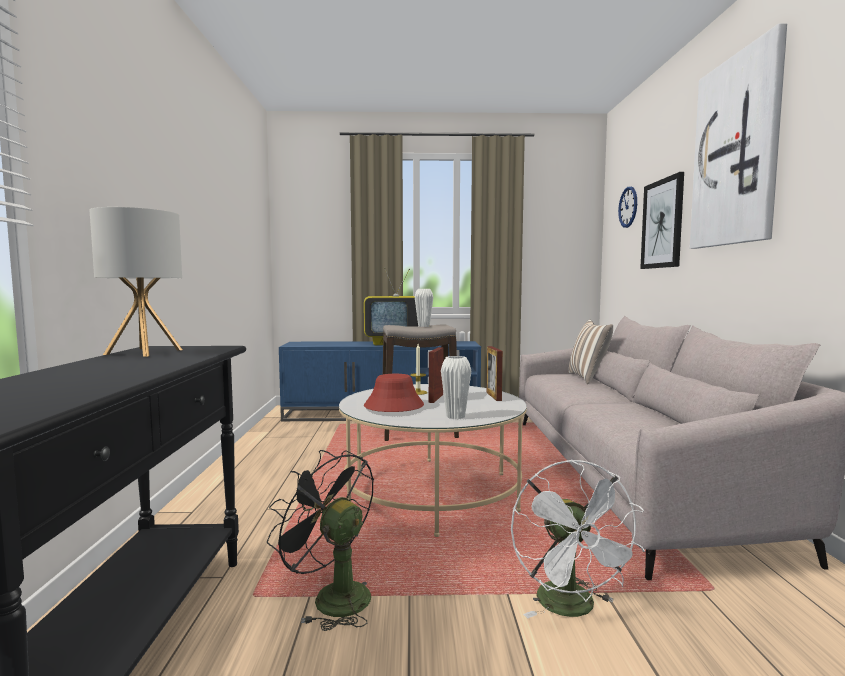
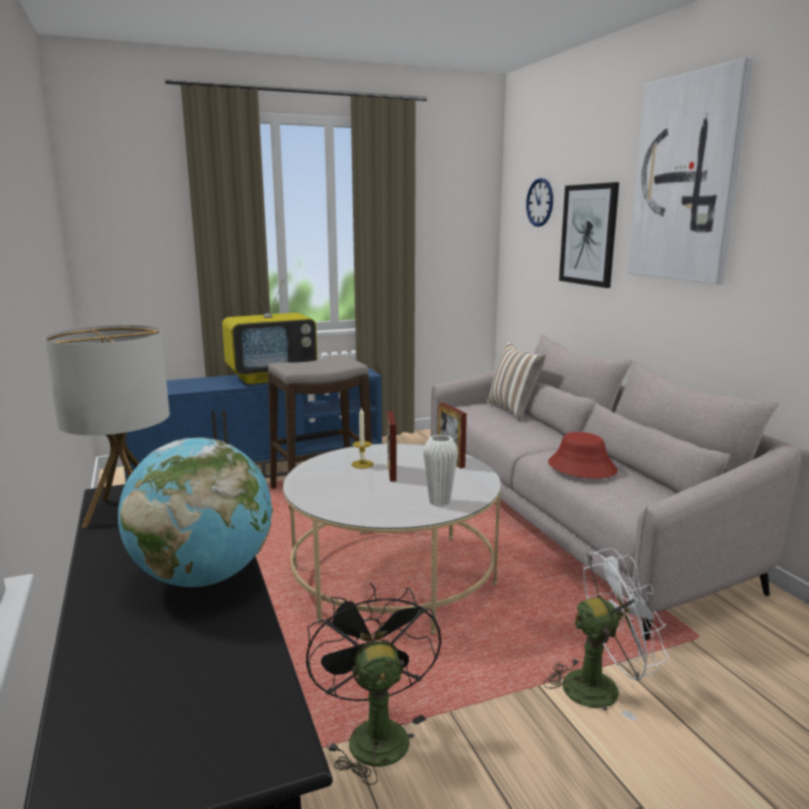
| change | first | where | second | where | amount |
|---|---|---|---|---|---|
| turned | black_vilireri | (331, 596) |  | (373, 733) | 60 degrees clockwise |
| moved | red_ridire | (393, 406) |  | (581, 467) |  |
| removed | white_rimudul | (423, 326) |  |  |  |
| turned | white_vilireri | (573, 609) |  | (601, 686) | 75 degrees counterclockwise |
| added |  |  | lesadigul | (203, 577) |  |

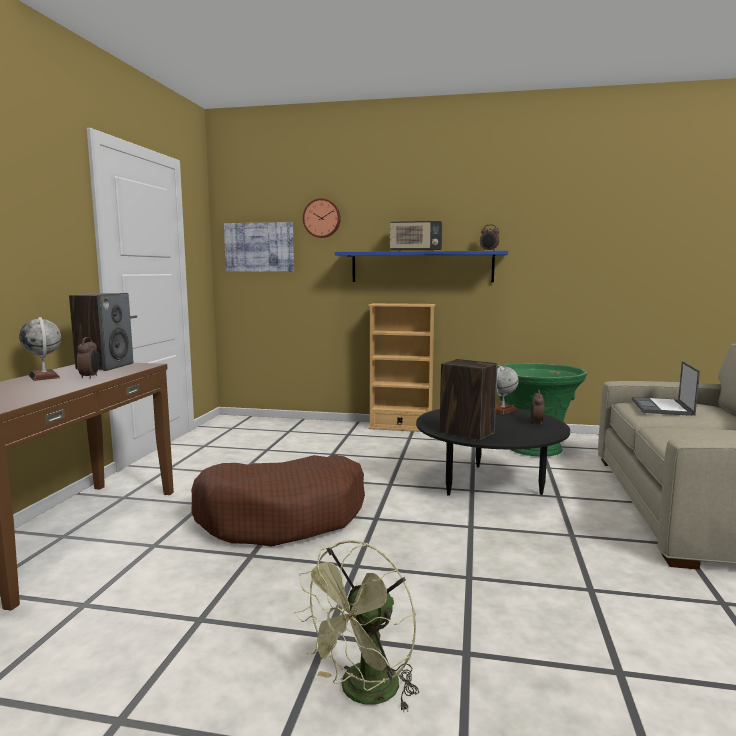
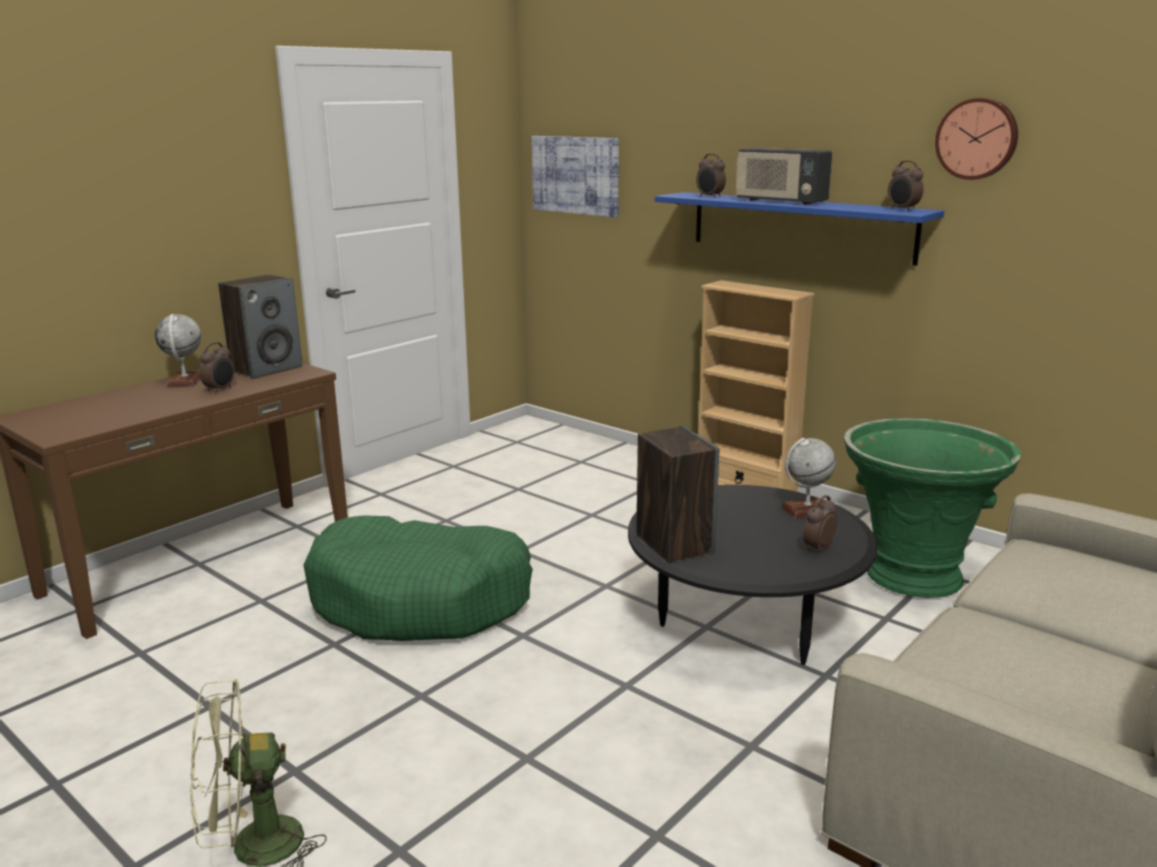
| change | first | where | second | where | amount |
|---|---|---|---|---|---|
| recoloured | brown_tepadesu | (282, 517) | green_tepadesu | (421, 601) |  |
| moved | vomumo | (322, 218) |  | (977, 138) |  |
| removed | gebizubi | (662, 407) |  |  |  |
| added |  |  | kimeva | (710, 197) |  |

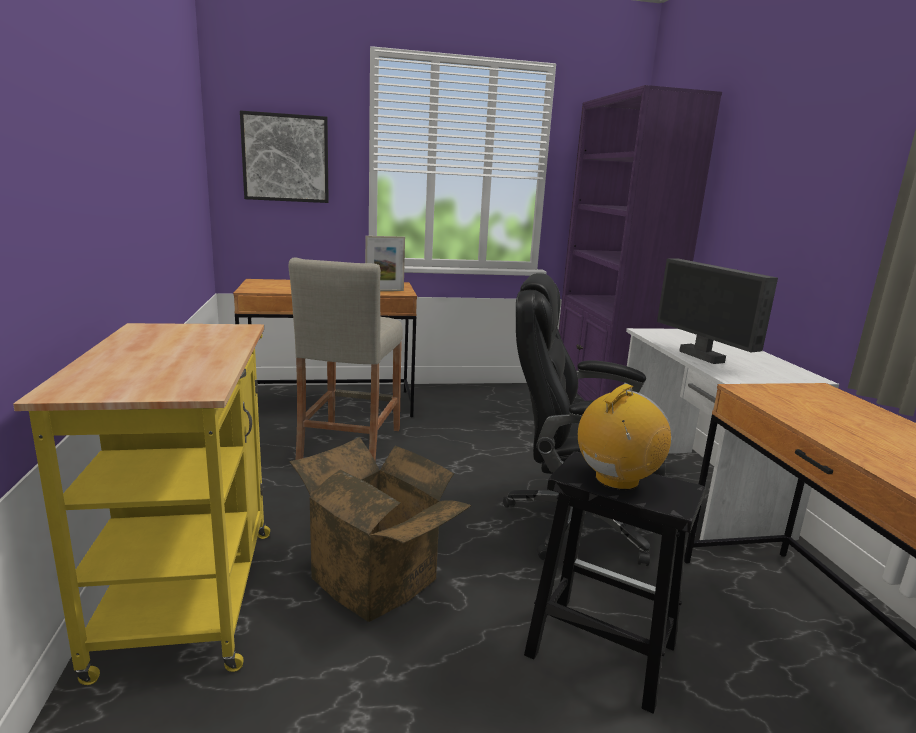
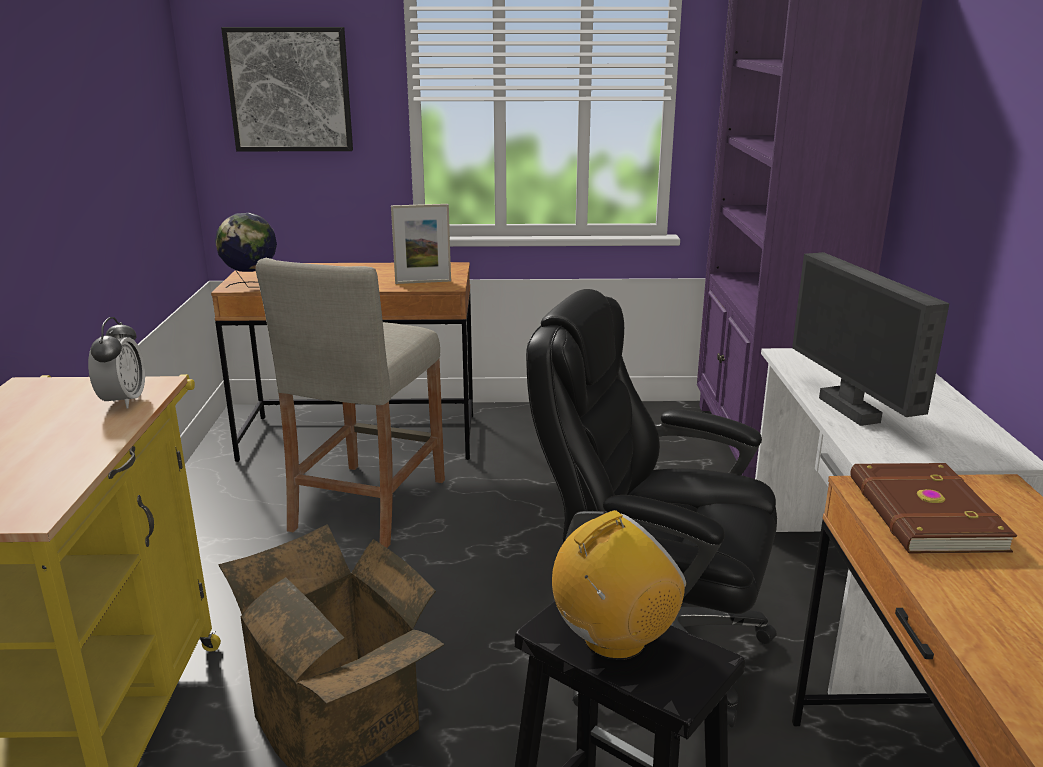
| change | first | where | second | where | amount |
|---|---|---|---|---|---|
| added |  |  | kimeva | (123, 401) |  |
| added |  |  | lesadigul | (251, 286) |  |
| added |  |  | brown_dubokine | (922, 514) |  |

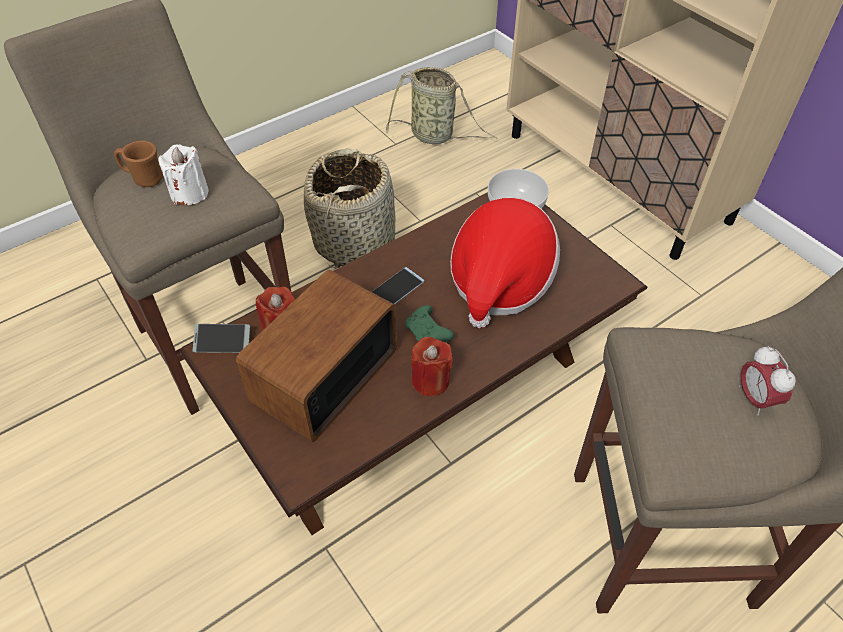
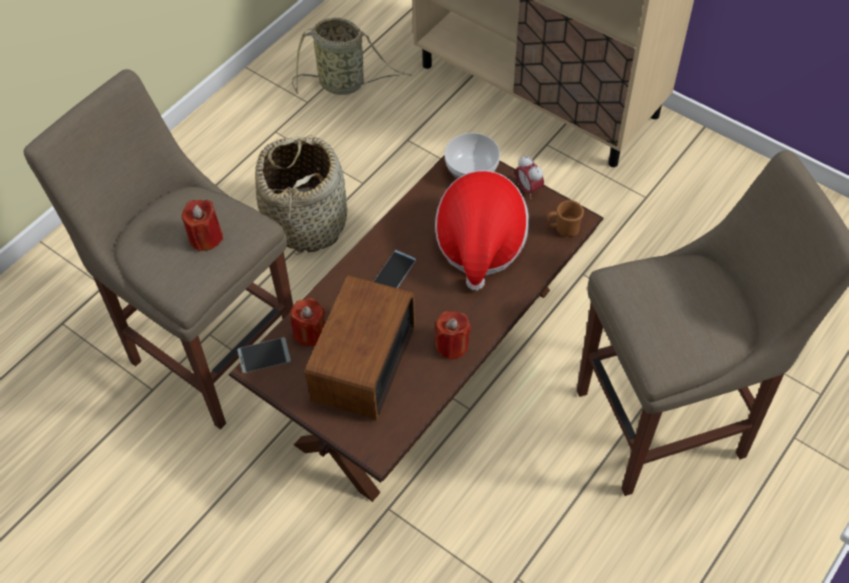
| change | first | where | second | where | amount |
|---|---|---|---|---|---|
| moved | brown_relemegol | (144, 178) |  | (563, 229) |  |
| recoloured | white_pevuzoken | (189, 193) | red_pevuzoken | (205, 237) |  |
| removed | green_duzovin | (428, 333) |  |  |  |
| moved | kimeva | (755, 399) |  | (528, 189) |  |

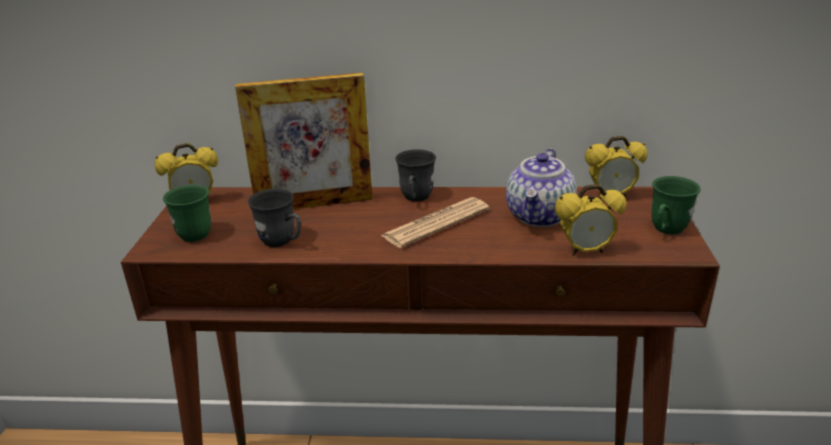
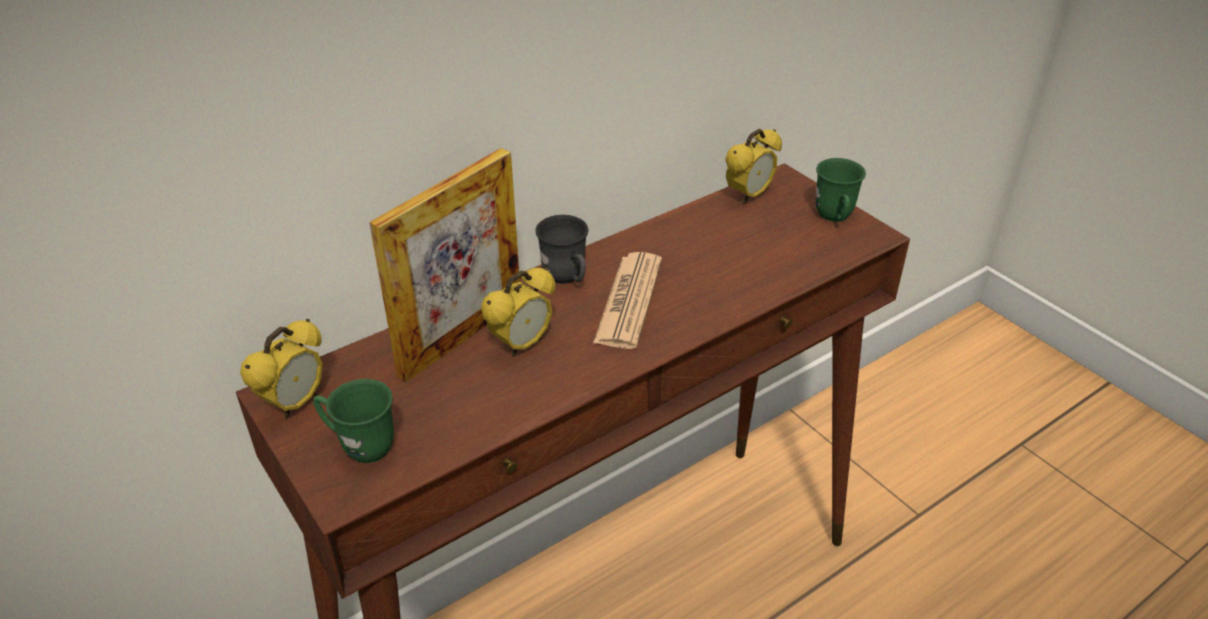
| change | first | where | second | where | amount |
|---|---|---|---|---|---|
| removed | grey_relemegol | (282, 242) |  |  |  |
| removed | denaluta | (540, 216) |  |  |  |
| moved | kimeva | (585, 251) |  | (522, 345) |  |

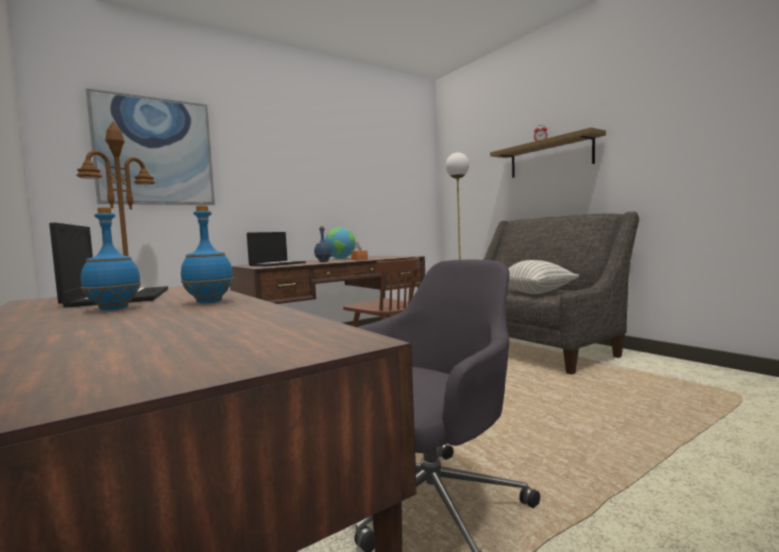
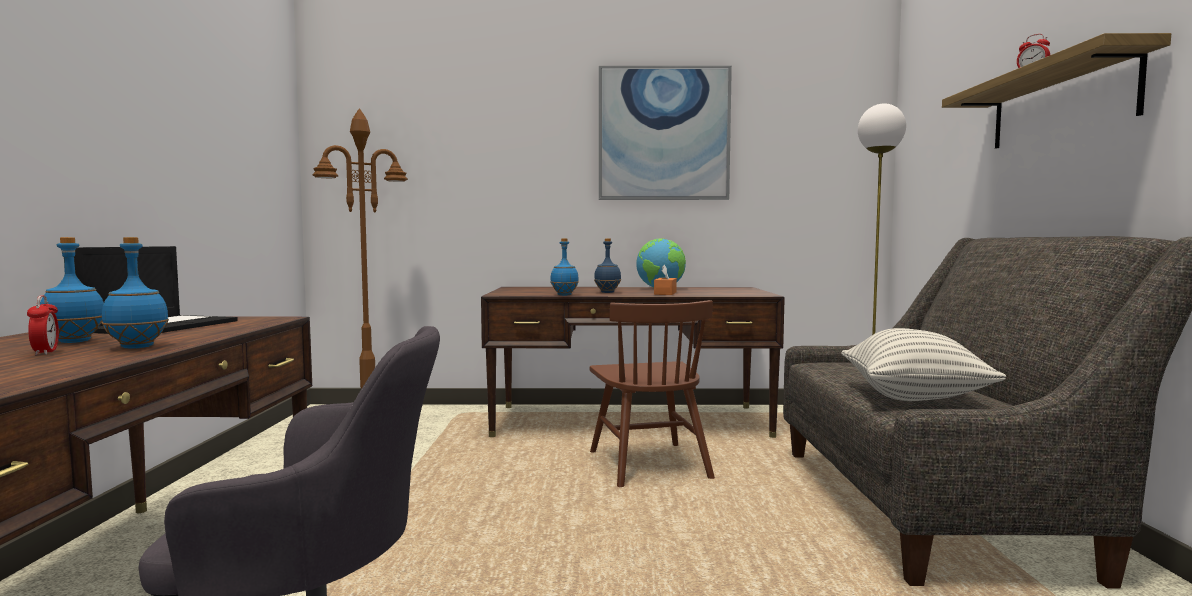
| change | first | where | second | where | amount |
|---|---|---|---|---|---|
| moved | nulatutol | (155, 152) |  | (663, 134) |  |
| removed | gebizubi | (277, 264) |  |  |  |
| added |  |  | kimeva | (45, 352) |  |
| added |  |  | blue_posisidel | (564, 295) |  |

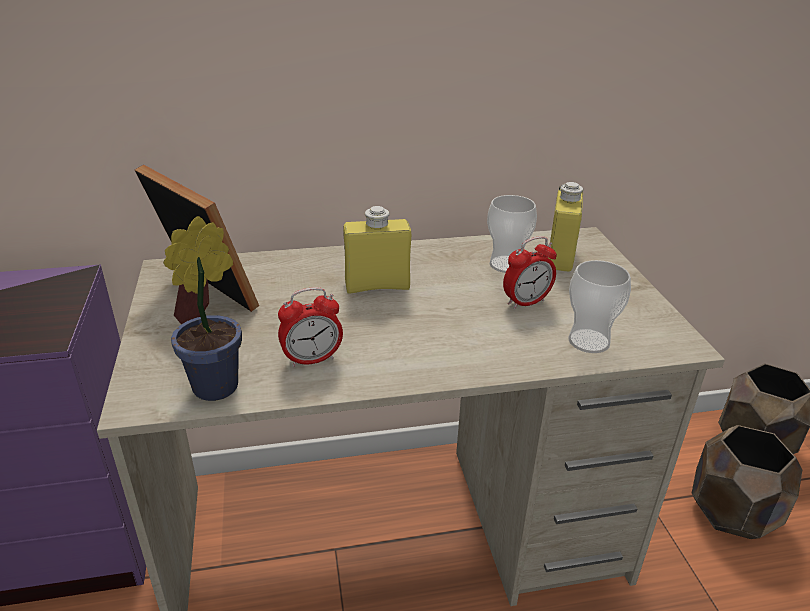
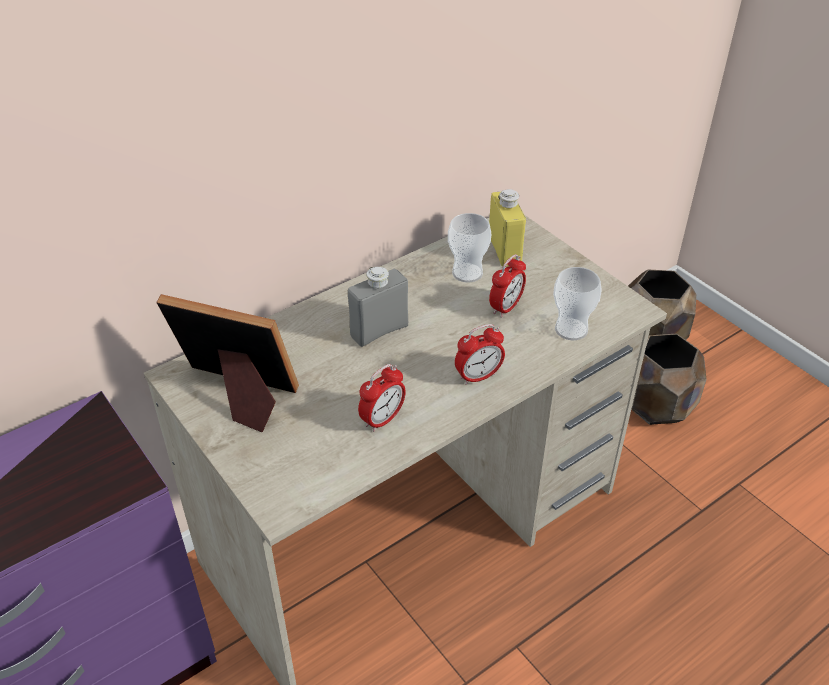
| change | first | where | second | where | amount |
|---|---|---|---|---|---|
| removed | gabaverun | (221, 384) |  |  |  |
| recoloured | yellow_posisidel | (377, 286) | grey_posisidel | (379, 331) |  |
| added |  |  | kimeva | (478, 376) |  |

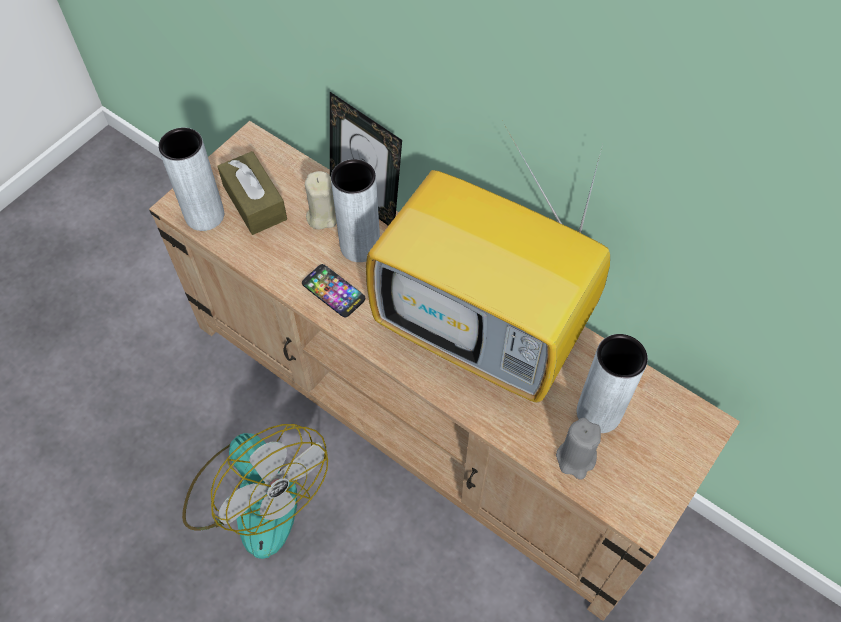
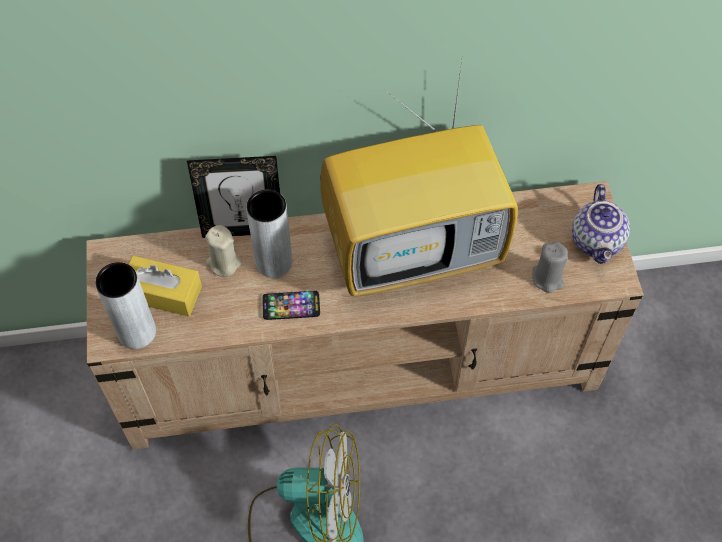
| change | first | where | second | where | amount |
|---|---|---|---|---|---|
| recoloured | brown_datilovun | (254, 202) | yellow_datilovun | (163, 293) |  |
| removed | grey_rimudul | (598, 413) |  |  |  |
| added |  |  | denaluta | (598, 241) |  |

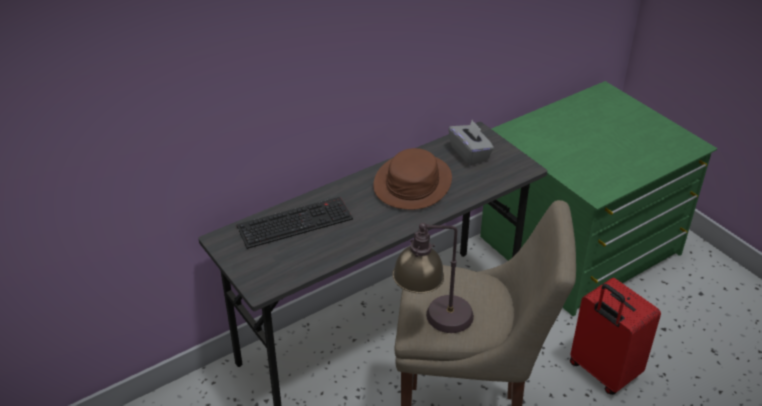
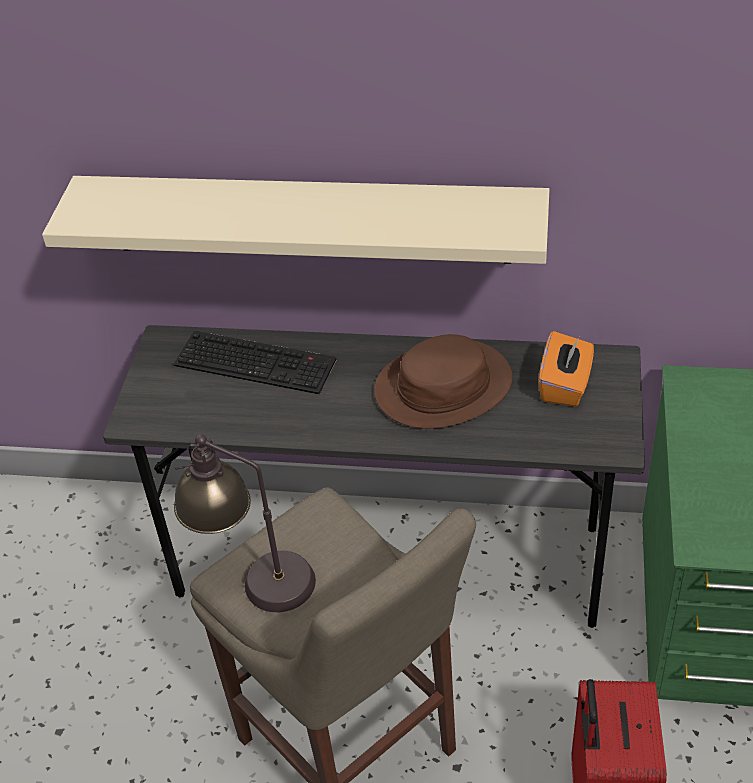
| change | first | where | second | where | amount |
|---|---|---|---|---|---|
| recoloured | grey_datilovun | (470, 154) | orange_datilovun | (565, 385) |  |
| added |  |  | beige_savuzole | (309, 219) |  |

